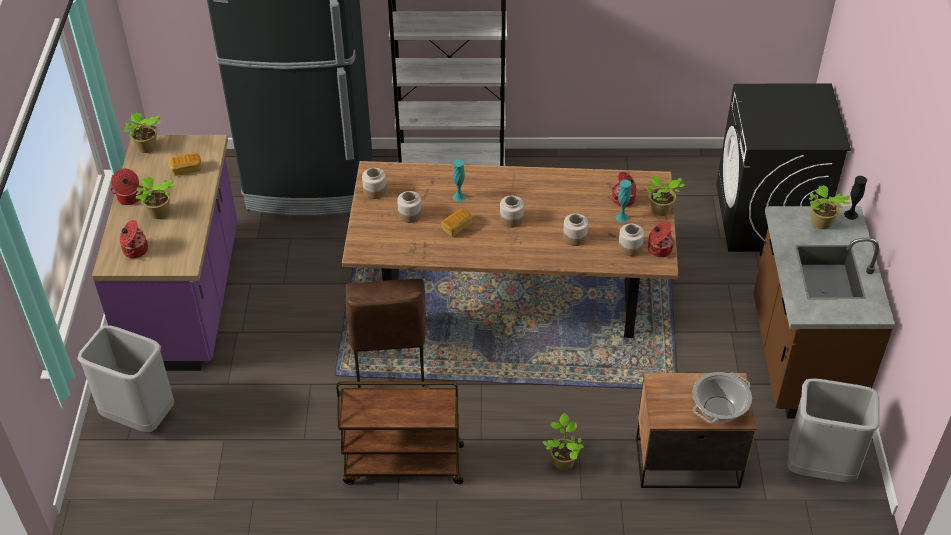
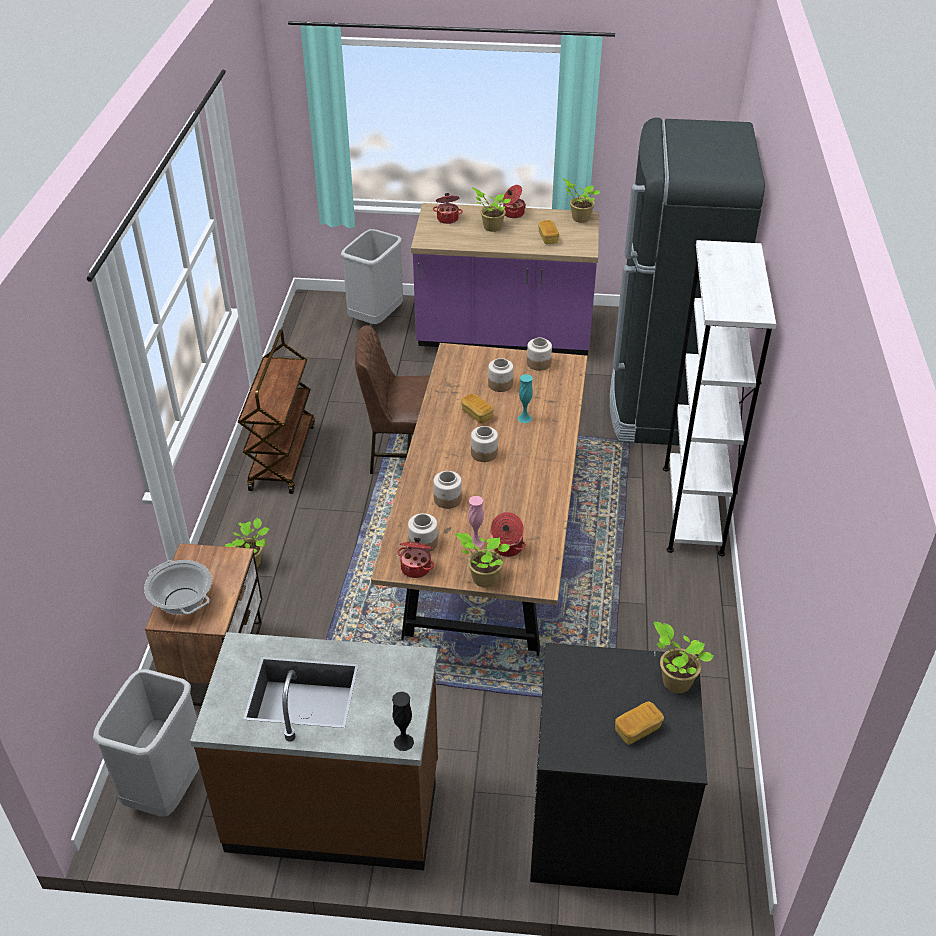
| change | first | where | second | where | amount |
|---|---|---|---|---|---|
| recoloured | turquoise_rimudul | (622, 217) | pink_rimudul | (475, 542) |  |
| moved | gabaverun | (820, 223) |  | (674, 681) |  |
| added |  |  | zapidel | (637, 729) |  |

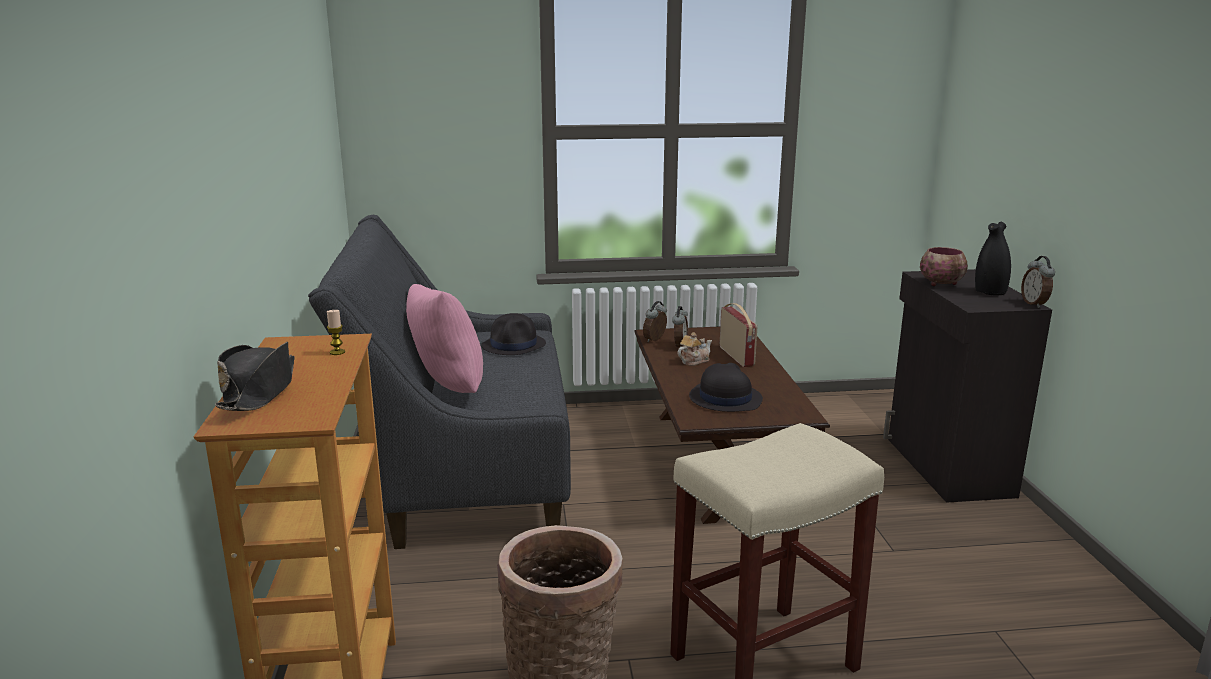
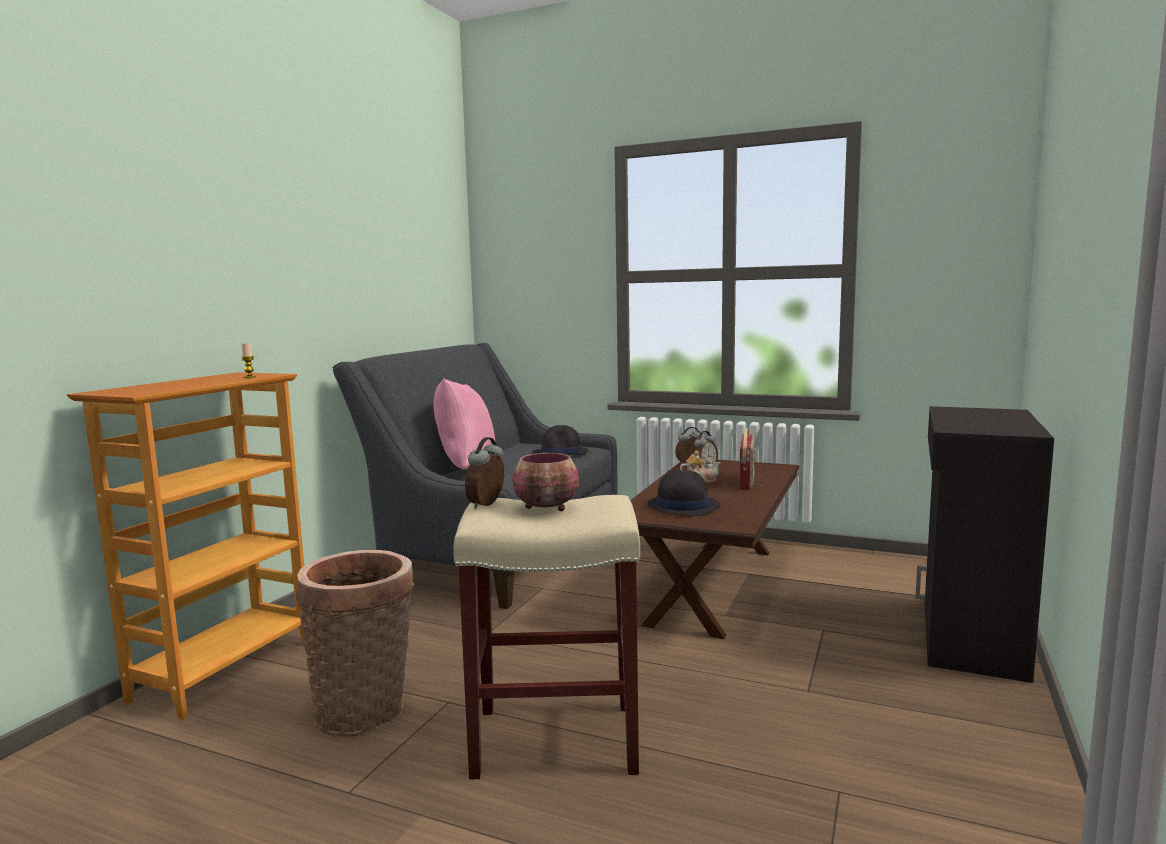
| change | first | where | second | where | amount |
|---|---|---|---|---|---|
| removed | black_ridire | (259, 391) |  |  |  |
| moved | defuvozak | (942, 284) |  | (548, 508) |  |
| removed | black_rimudul | (989, 292) |  |  |  |
| moved | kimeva | (1035, 304) |  | (487, 505) |  |

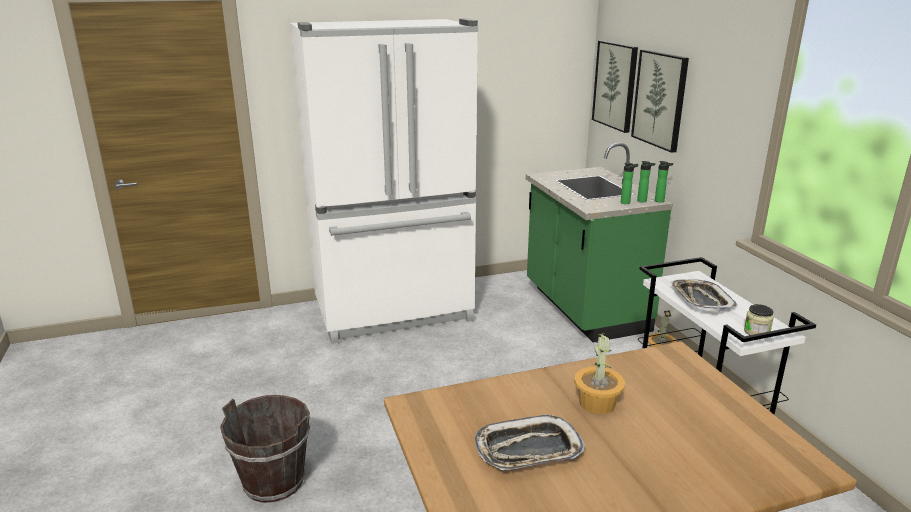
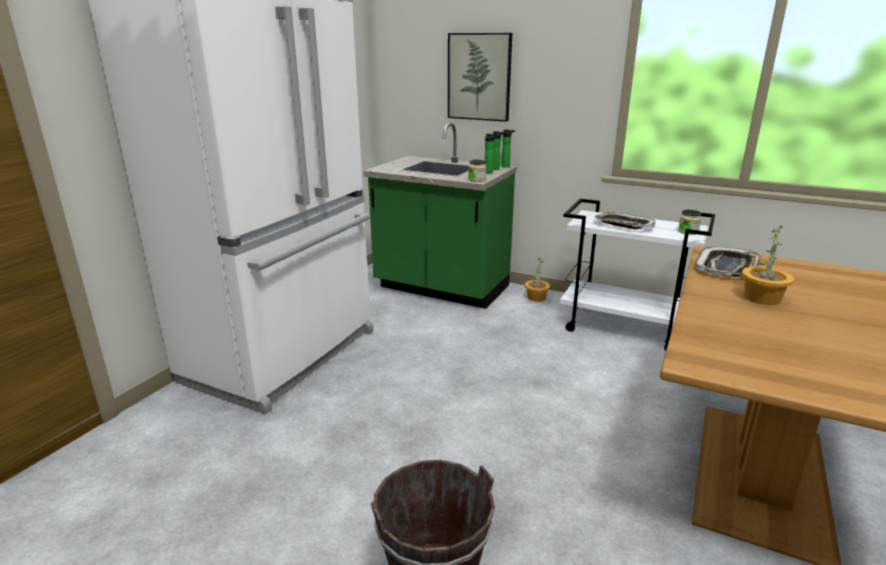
| change | first | where | second | where | amount |
|---|---|---|---|---|---|
| moved | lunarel | (528, 450) |  | (727, 267) |  |
| removed | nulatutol | (615, 85) |  |  |  |
| added |  |  | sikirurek | (477, 180) |  |

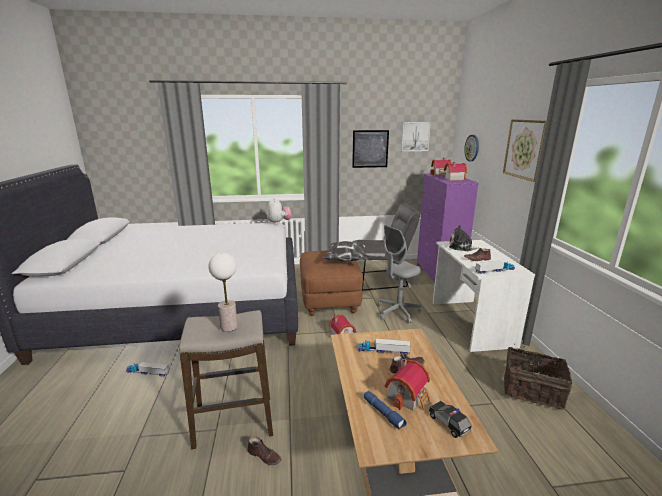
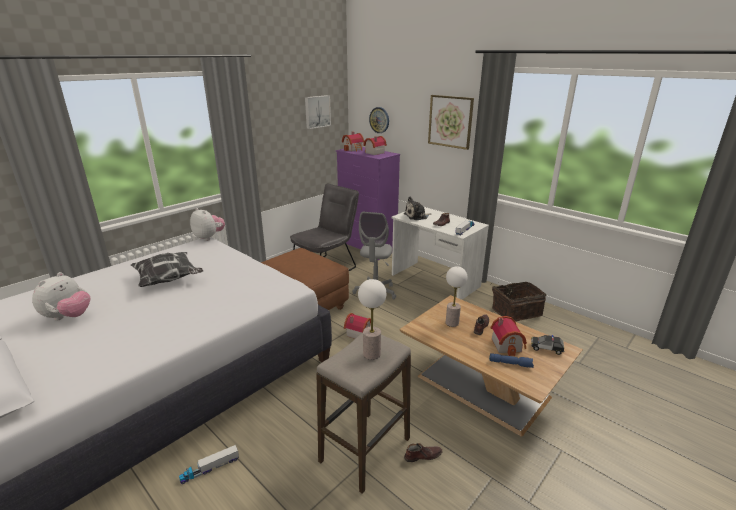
| change | first | where | second | where | amount |
|---|---|---|---|---|---|
| moved | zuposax | (346, 261) |  | (169, 280) |  |
| removed | nulatutol | (370, 149) |  |  |  |
| replaced | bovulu | (383, 351) | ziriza | (452, 323) |  |
| added |  |  | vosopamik | (68, 317) |  |

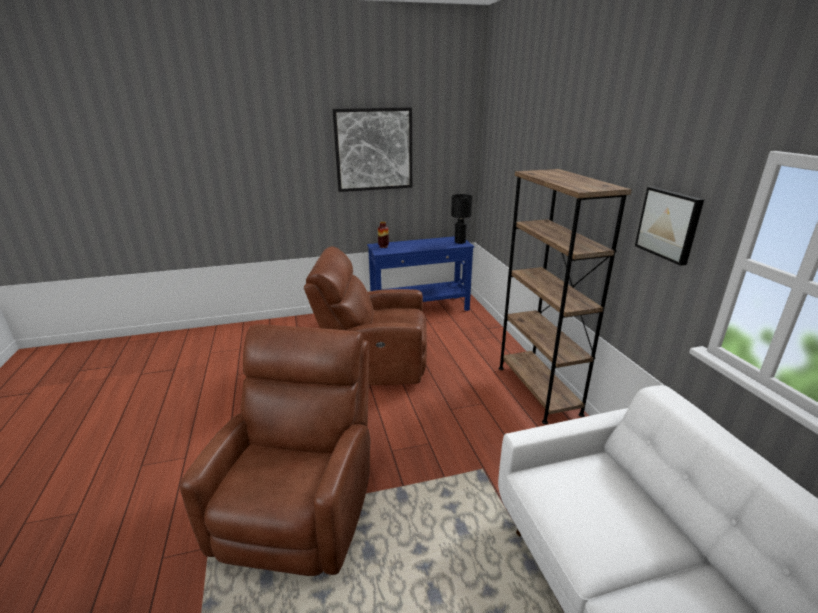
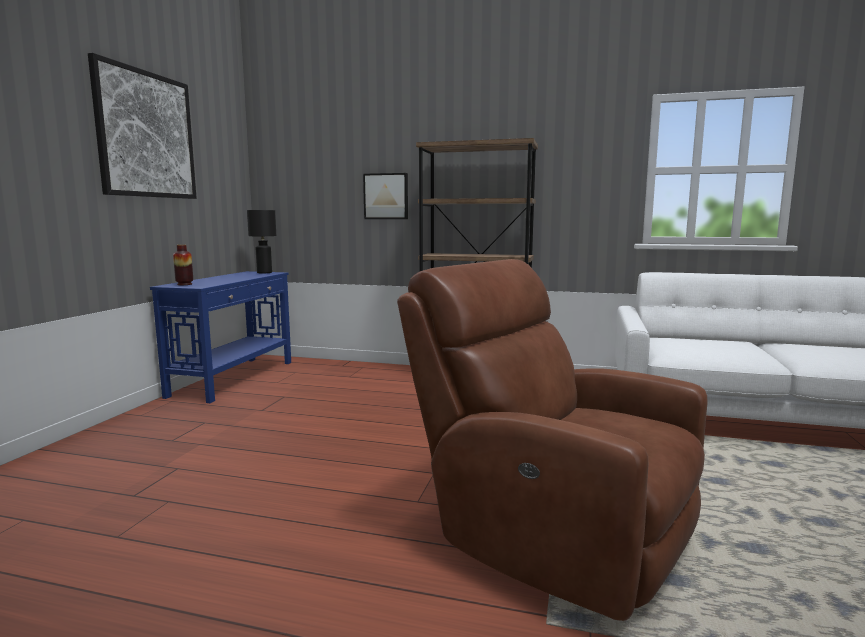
| change | first | where | second | where | amount |
|---|---|---|---|---|---|
| removed | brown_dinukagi | (374, 364) |  |  |  |
| moved | nulatutol | (669, 224) |  | (386, 196) |  |

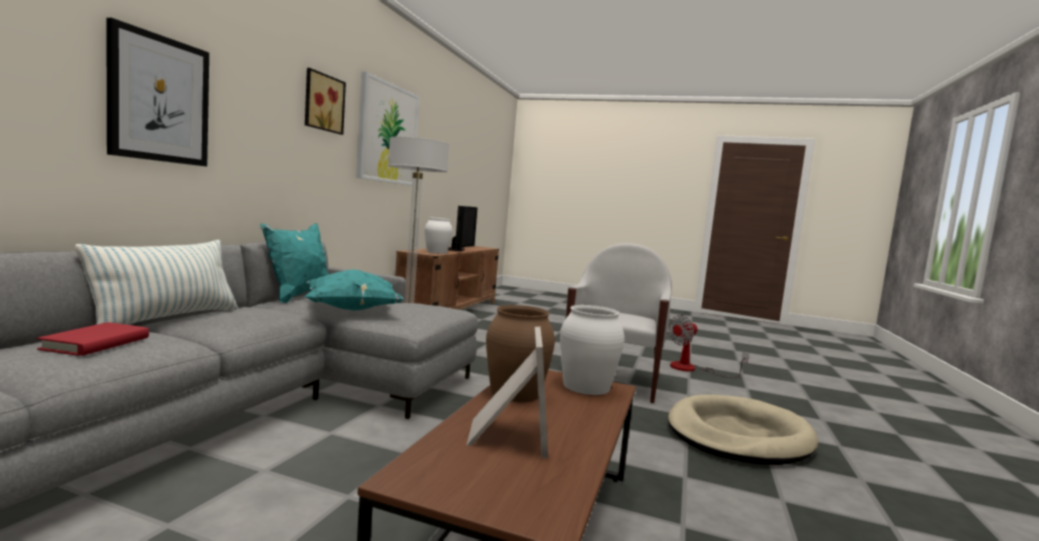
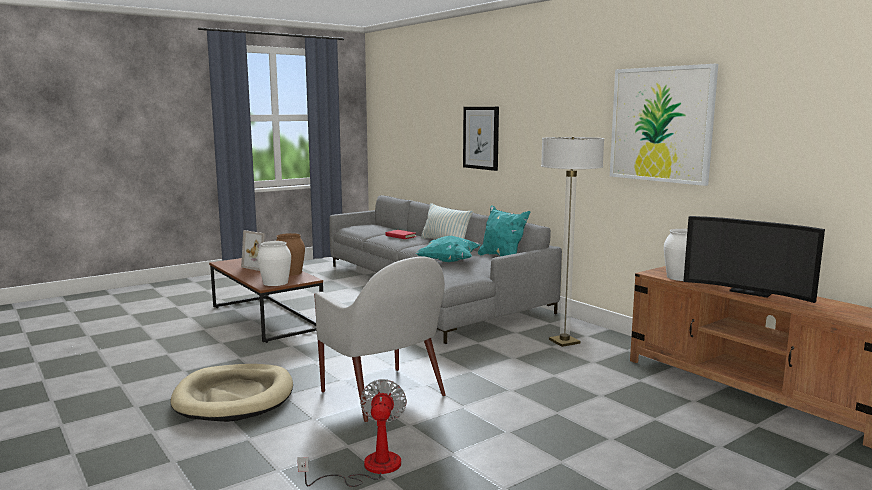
| change | first | where | second | where | amount |
|---|---|---|---|---|---|
| removed | nulatutol | (322, 102) |  |  |  |

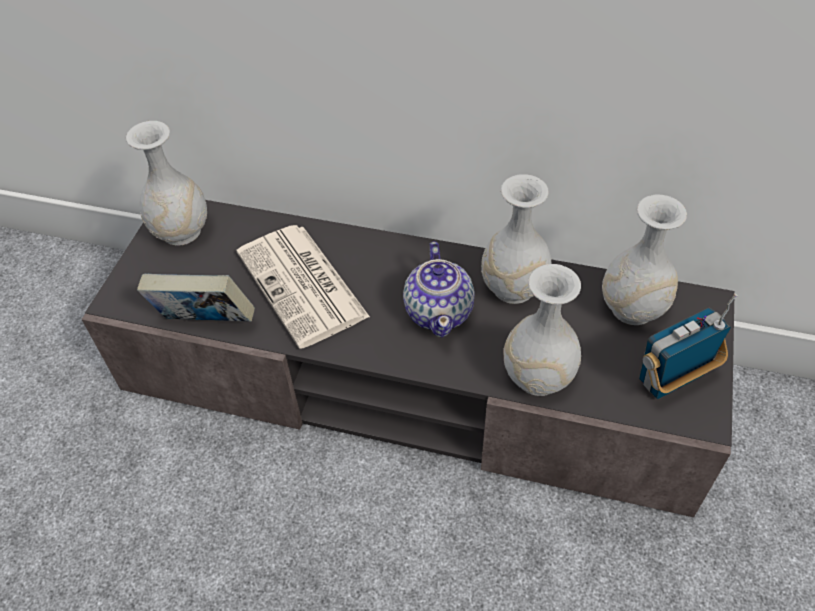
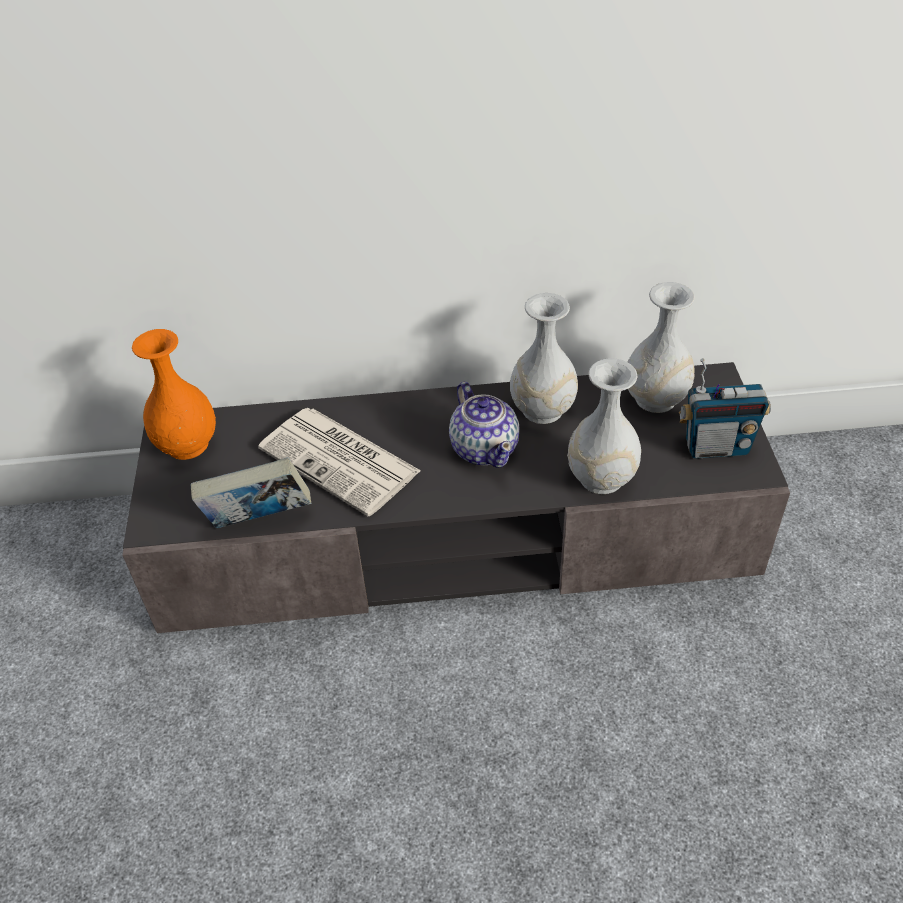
| change | first | where | second | where | amount |
|---|---|---|---|---|---|
| recoloured | white_rimudul | (182, 231) | orange_rimudul | (188, 444) |  |
| turned | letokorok | (672, 379) |  | (716, 447) | 135 degrees counterclockwise |

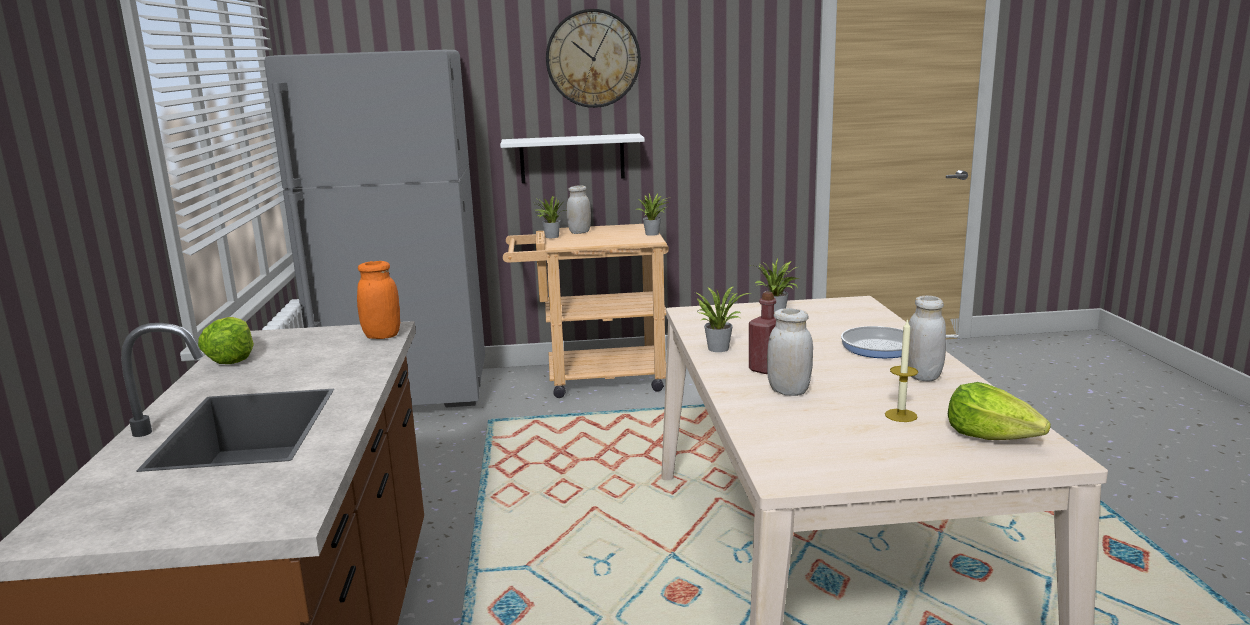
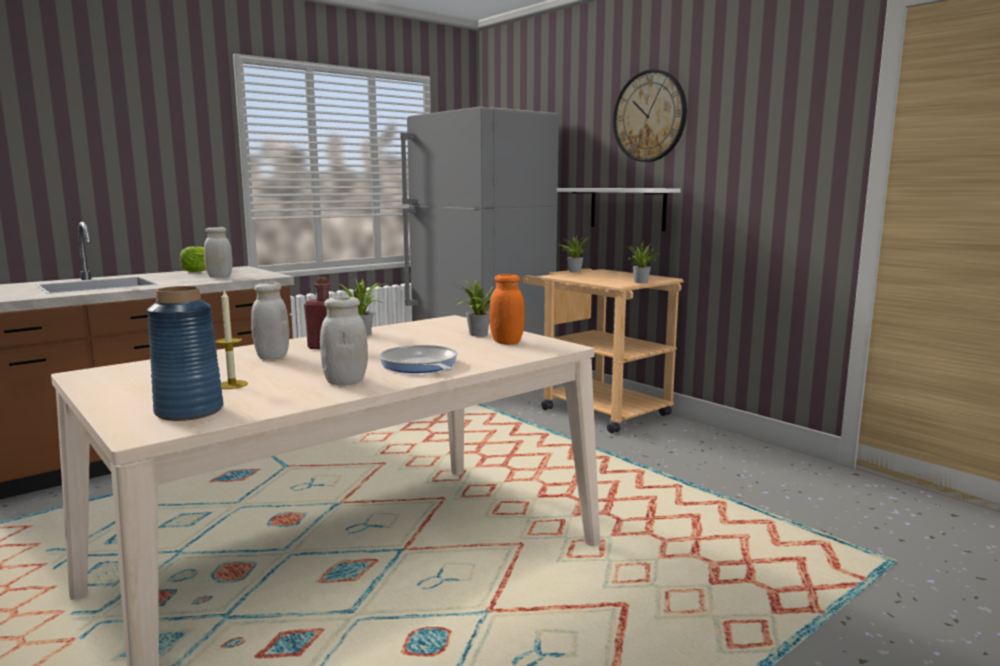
| change | first | where | second | where | amount |
|---|---|---|---|---|---|
| moved | orange_sikirurek | (382, 336) |  | (506, 342) |  |
| moved | white_sikirurek | (579, 232) |  | (219, 277) |  |
| replaced | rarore | (992, 437) | blue_rimudul | (190, 411) |  |

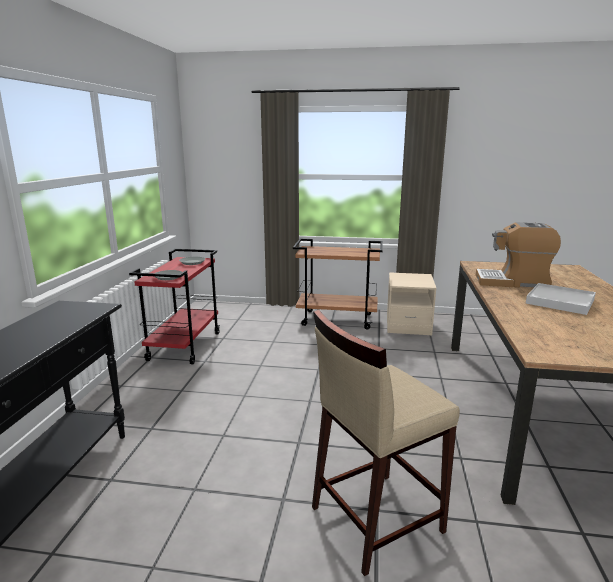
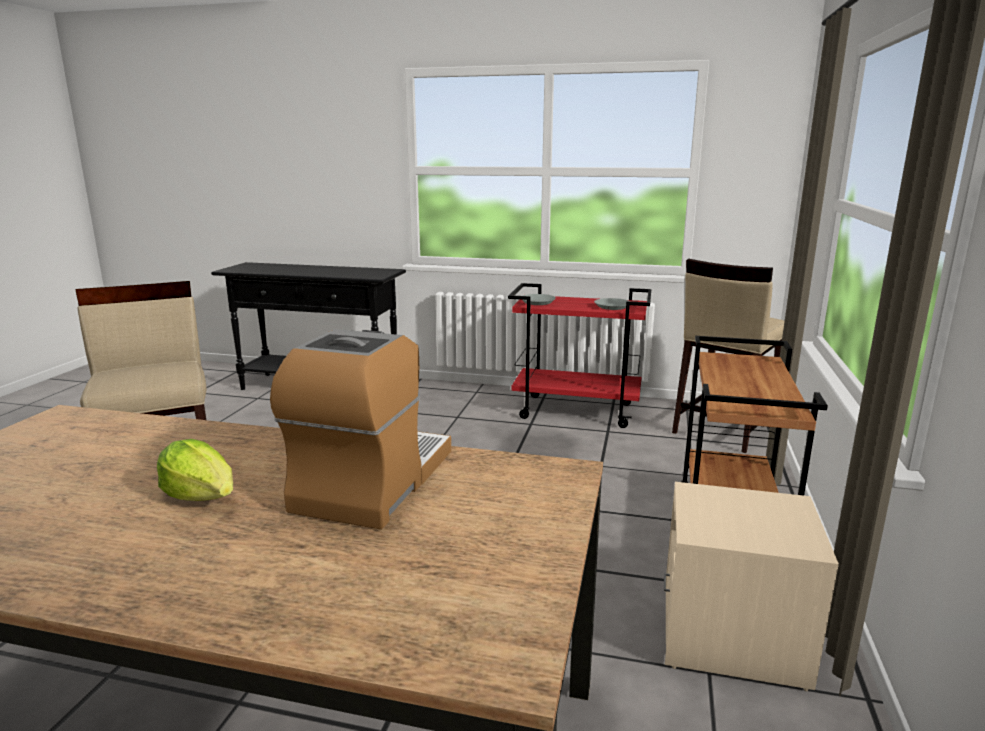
| change | first | where | second | where | amount |
|---|---|---|---|---|---|
| replaced | white_lunarel | (559, 301) | rarore | (202, 496) |  |
| added |  |  | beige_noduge | (721, 430) |  |

